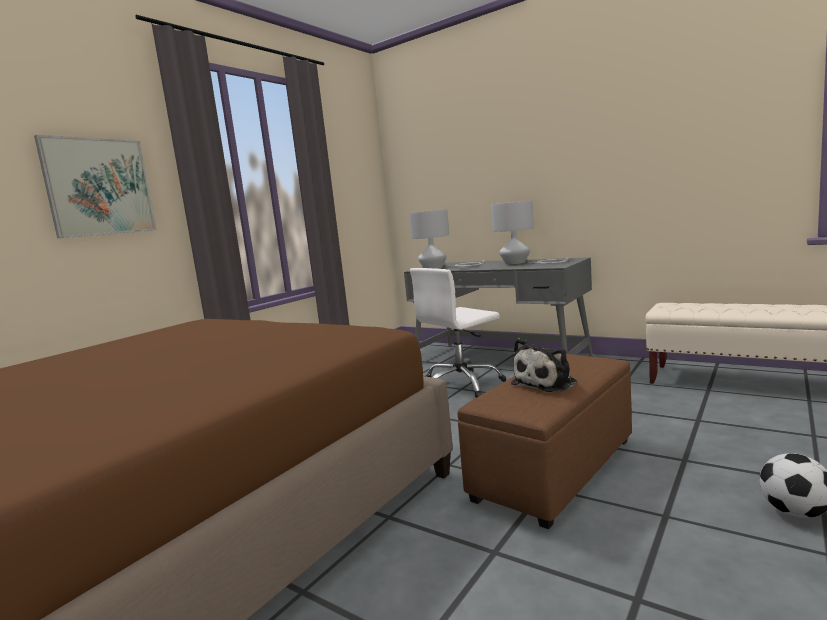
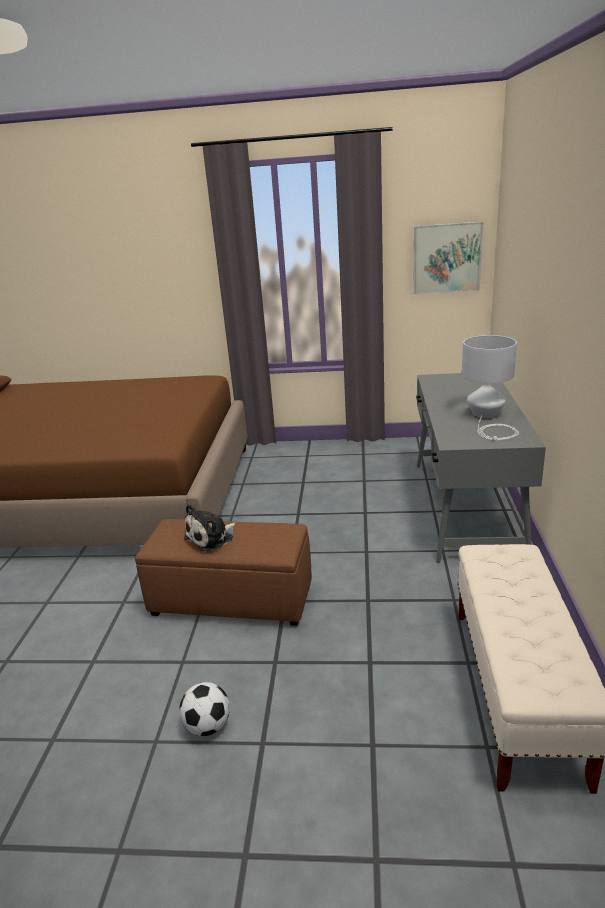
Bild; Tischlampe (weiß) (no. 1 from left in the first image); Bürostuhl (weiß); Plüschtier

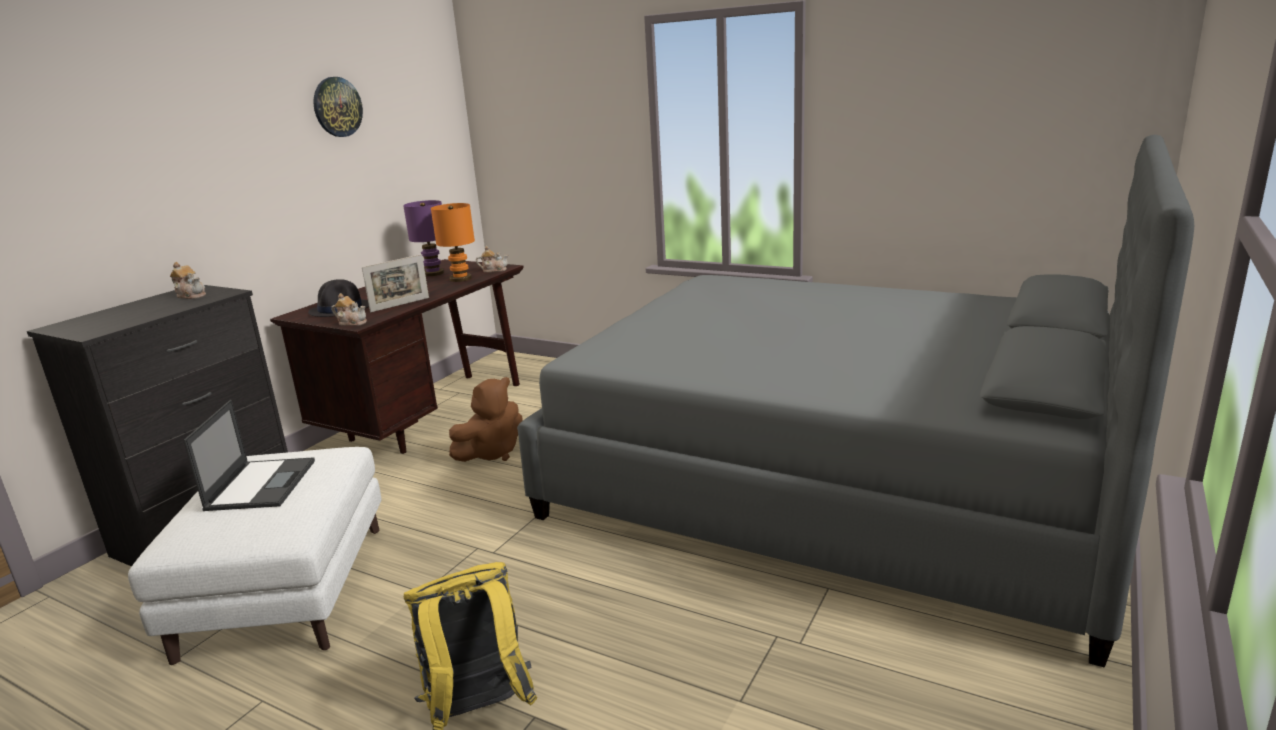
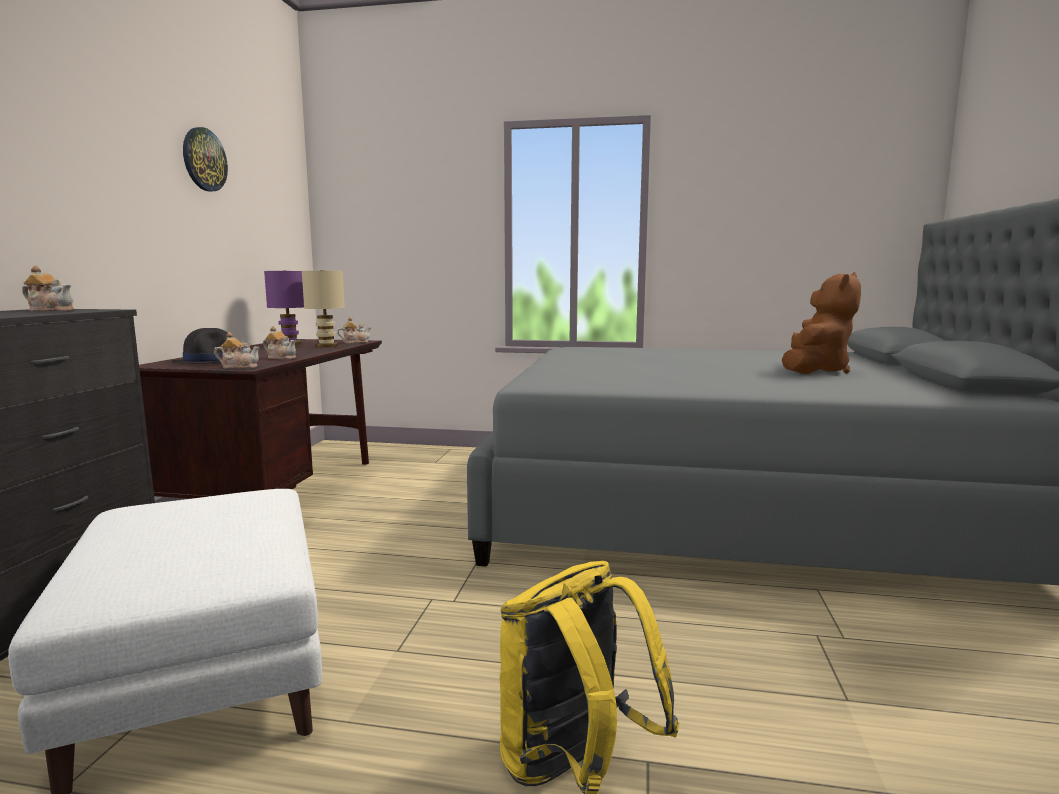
Laptop; Teekanne (no. 3 from left); Tischlampe (beige); Plüschtier (braun)

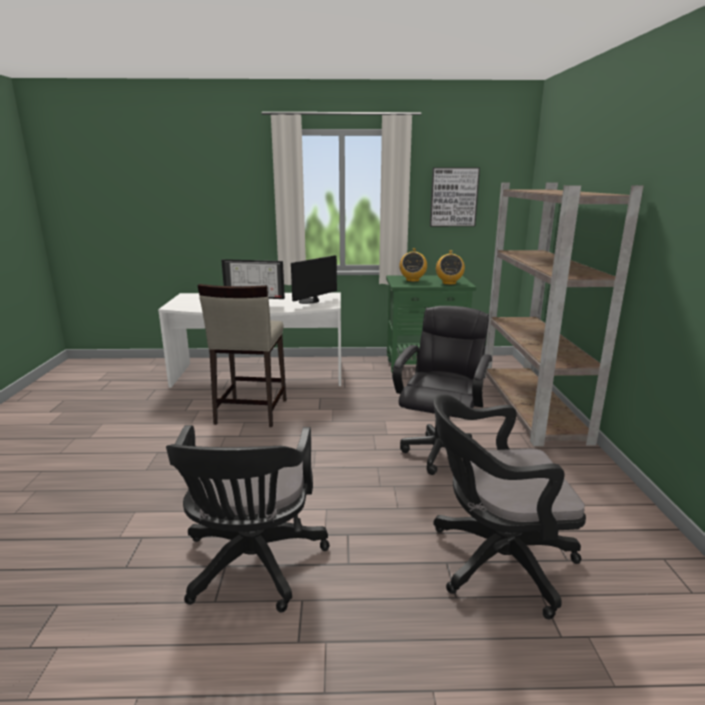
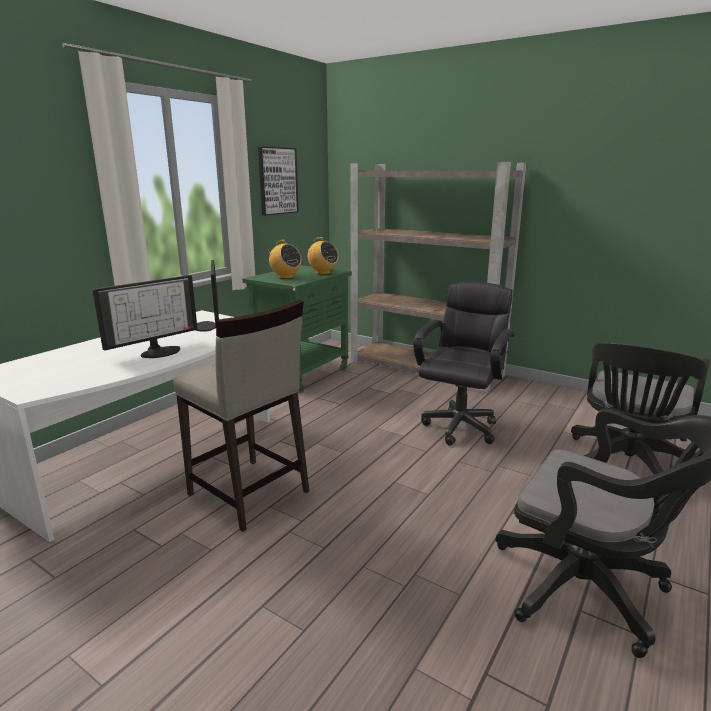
Bürostuhl (schwarz) (no. 1 from left)

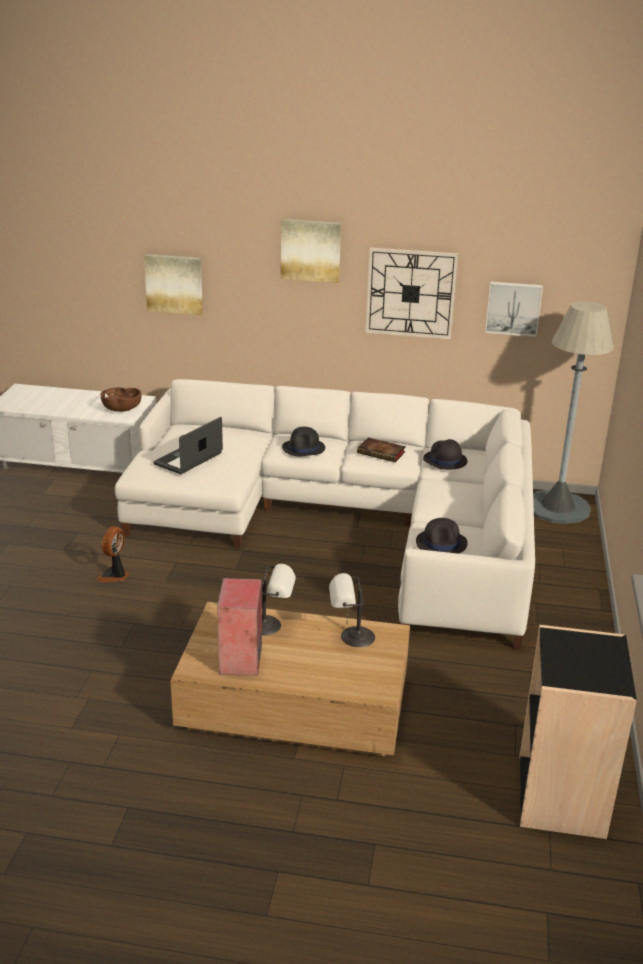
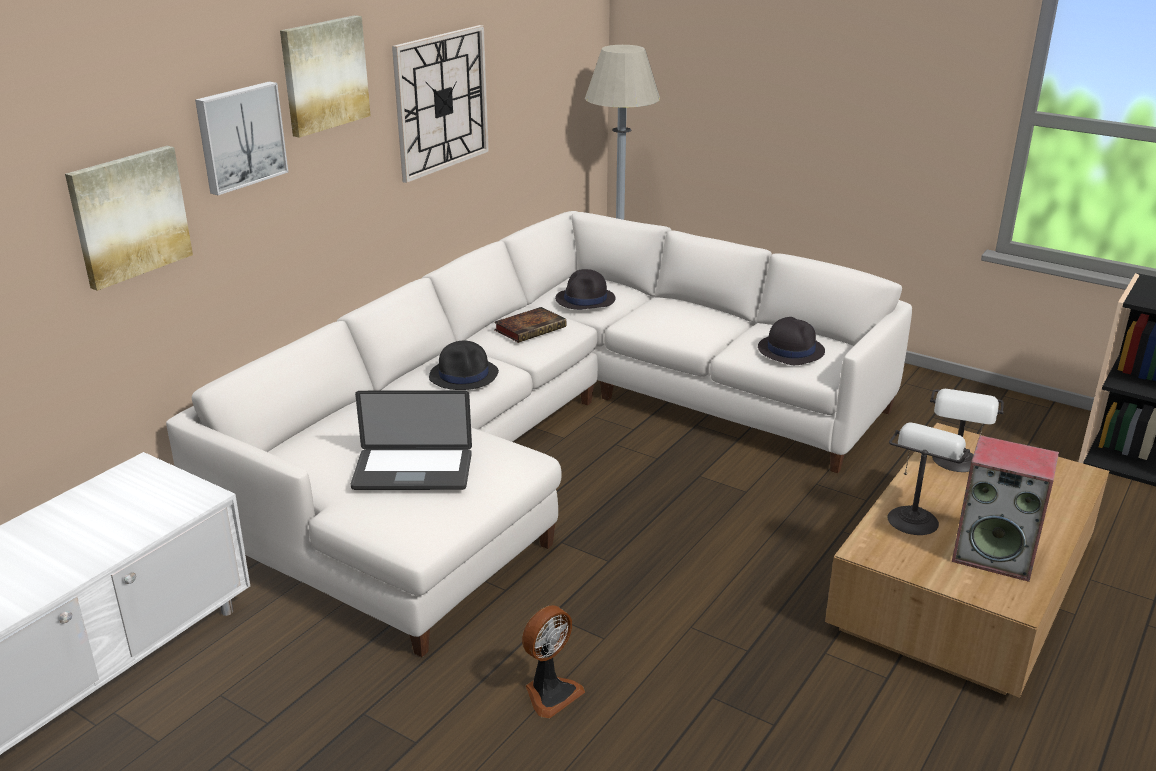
Ventilator; Schüssel (braun); Laptop; Bild (no. 2 from left)

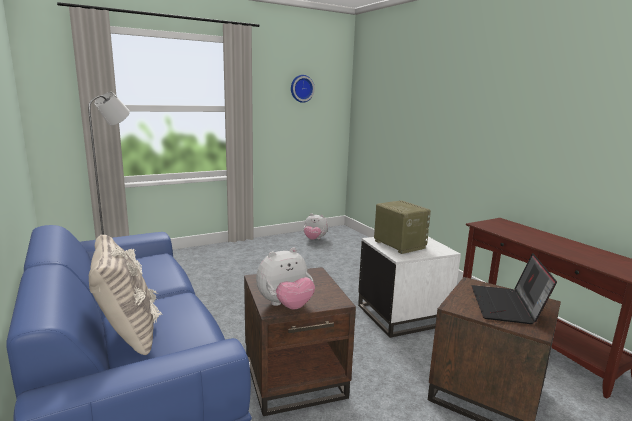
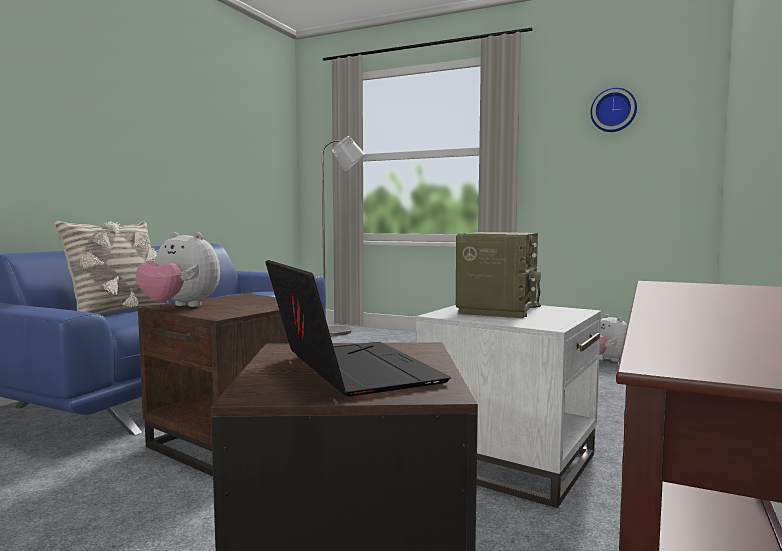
Laptop

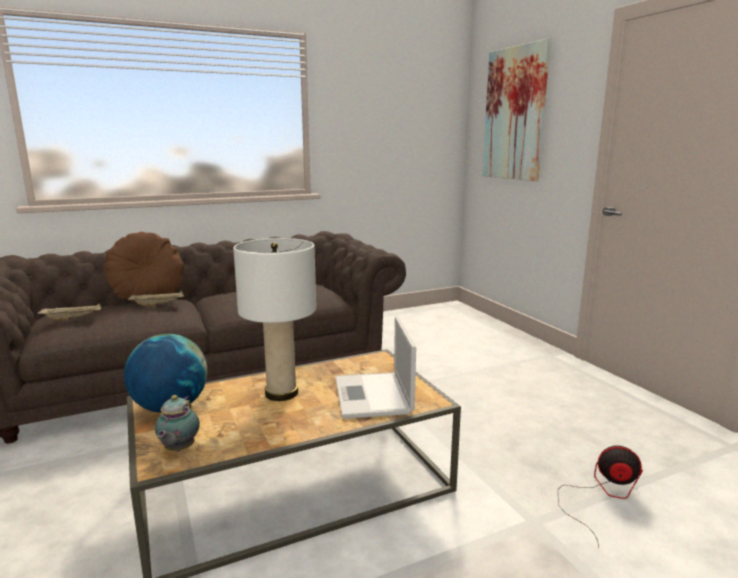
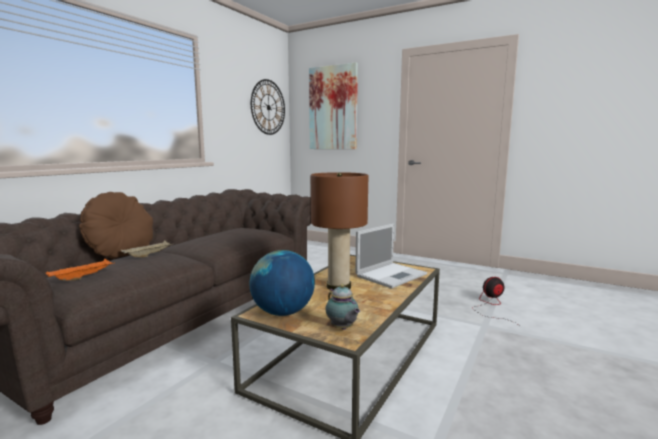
Tablett (orange); Tischlampe (braun); Laptop; Wanduhr

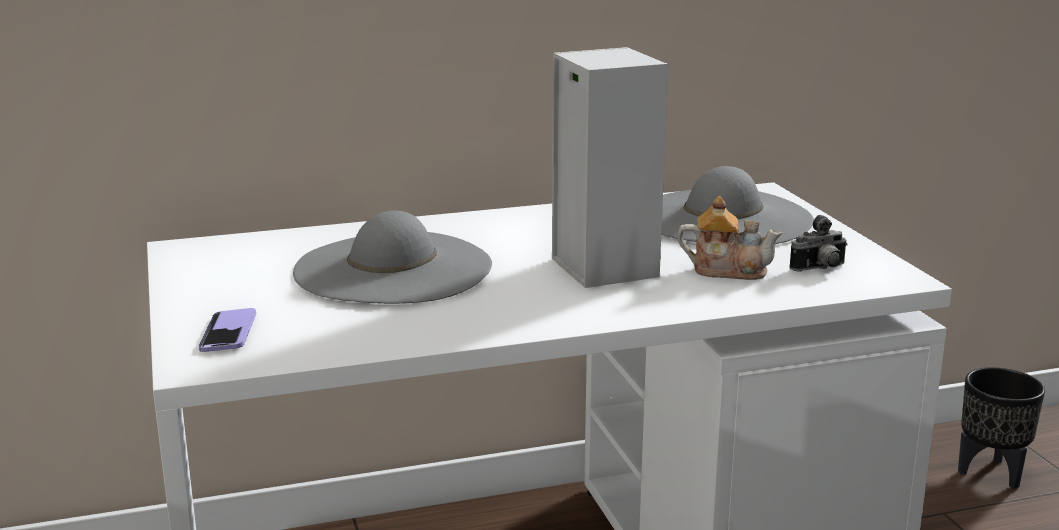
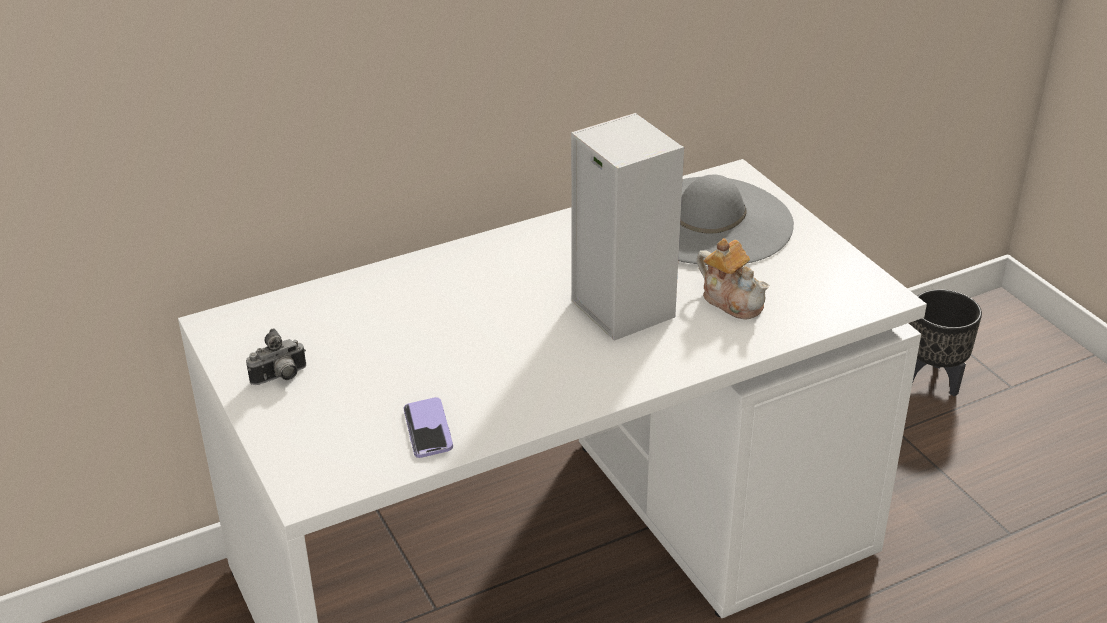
Handy; Hut (grau) (no. 1 from left in the first image); Teekanne; Kamera

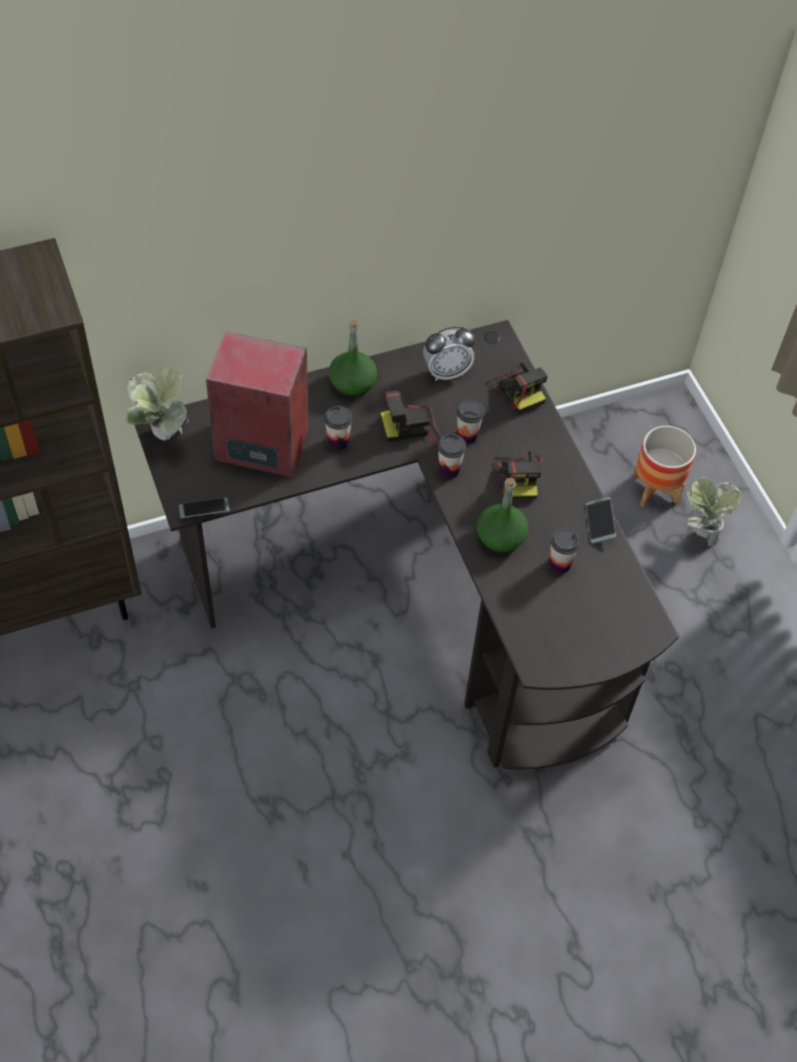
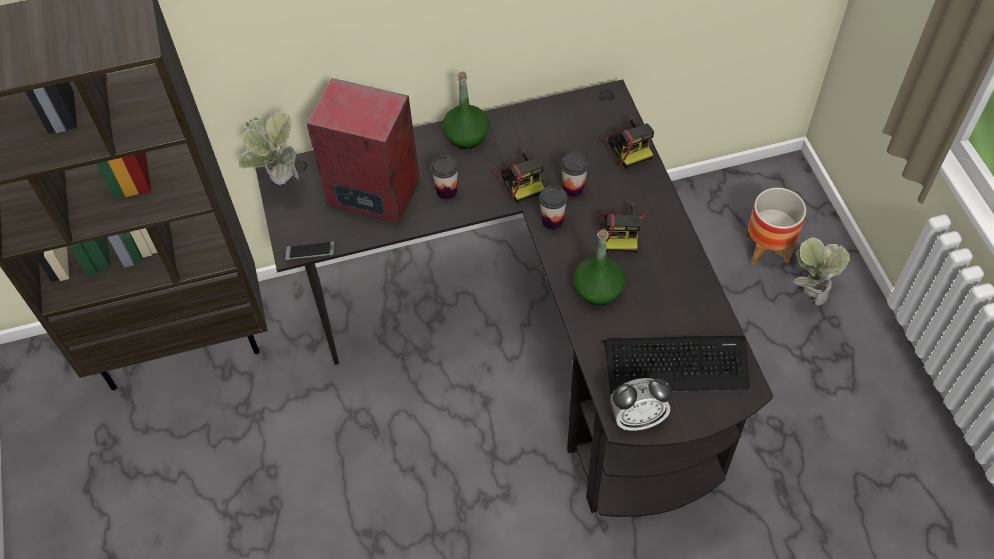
Kamera (no. 1 from left); Wecker; Tasse (no. 4 from left in the first image); Handy (no. 2 from left in the first image); Tastatur

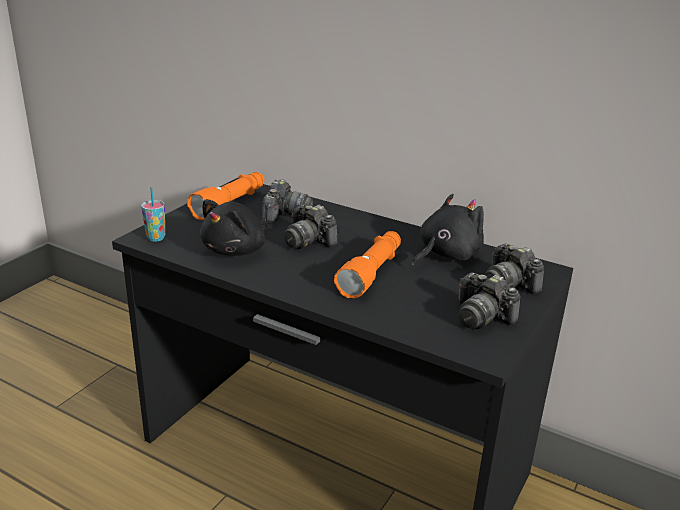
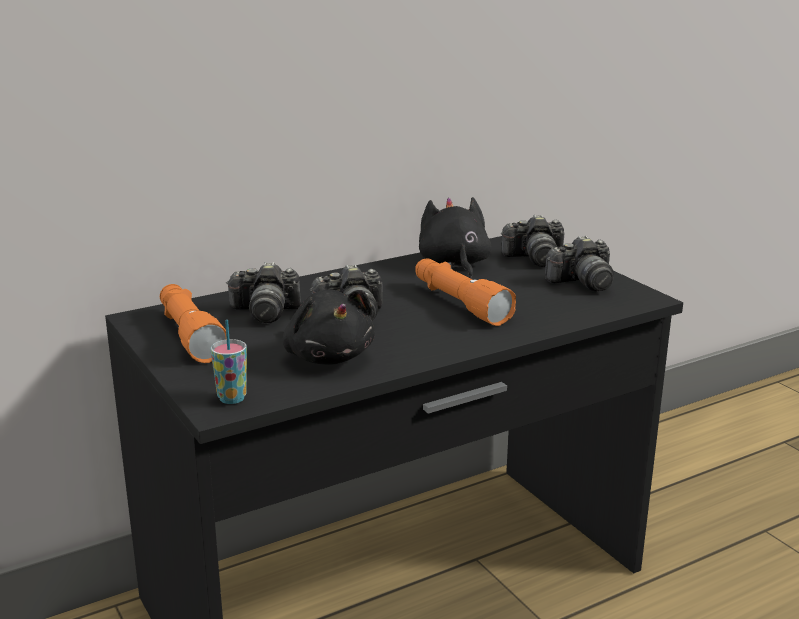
Kamera (no. 1 from left)

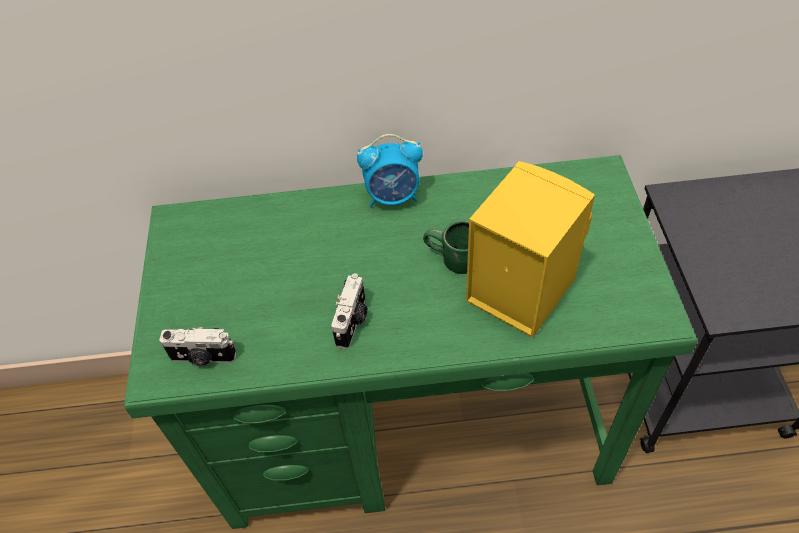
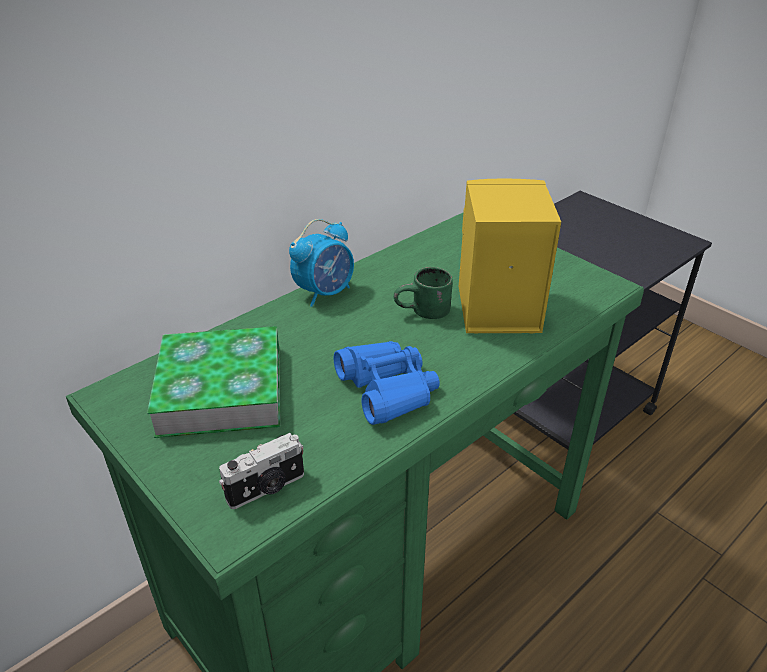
Fernglas (blau); Buch

